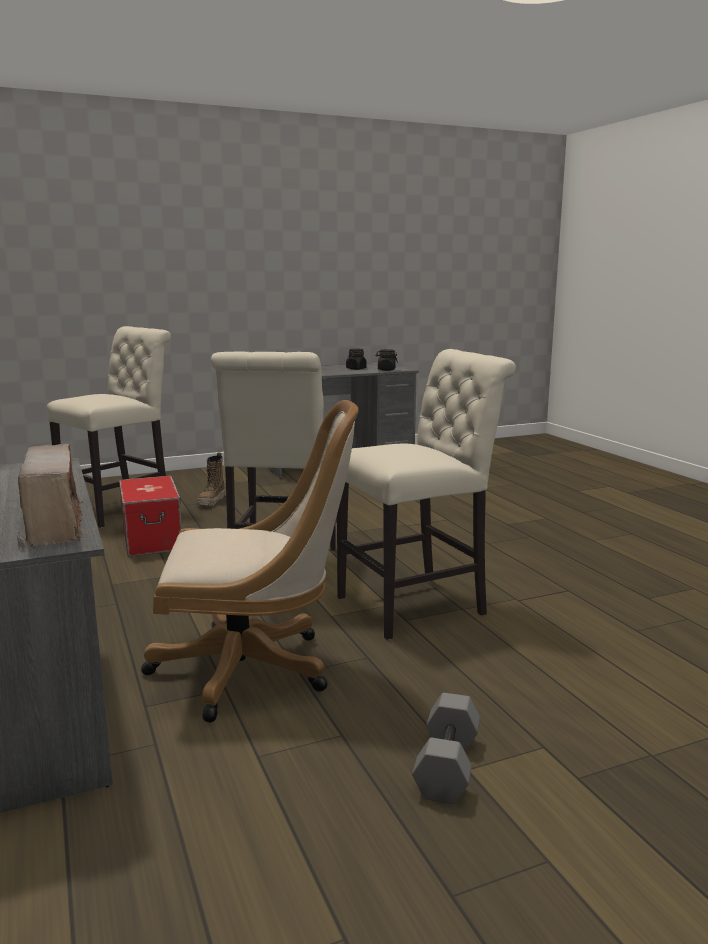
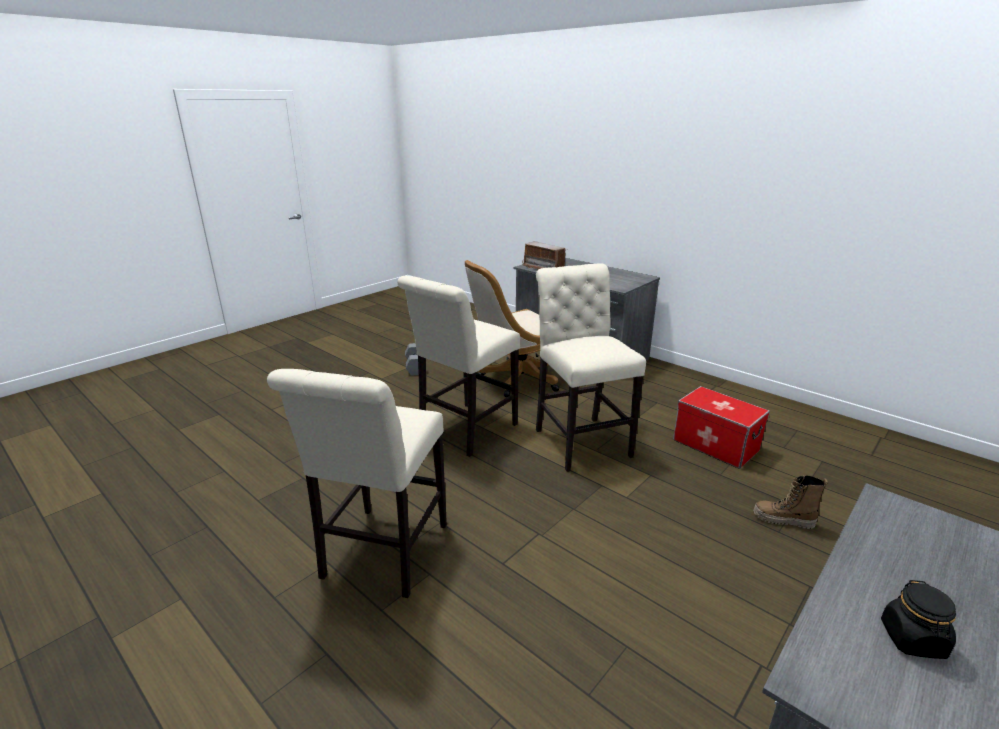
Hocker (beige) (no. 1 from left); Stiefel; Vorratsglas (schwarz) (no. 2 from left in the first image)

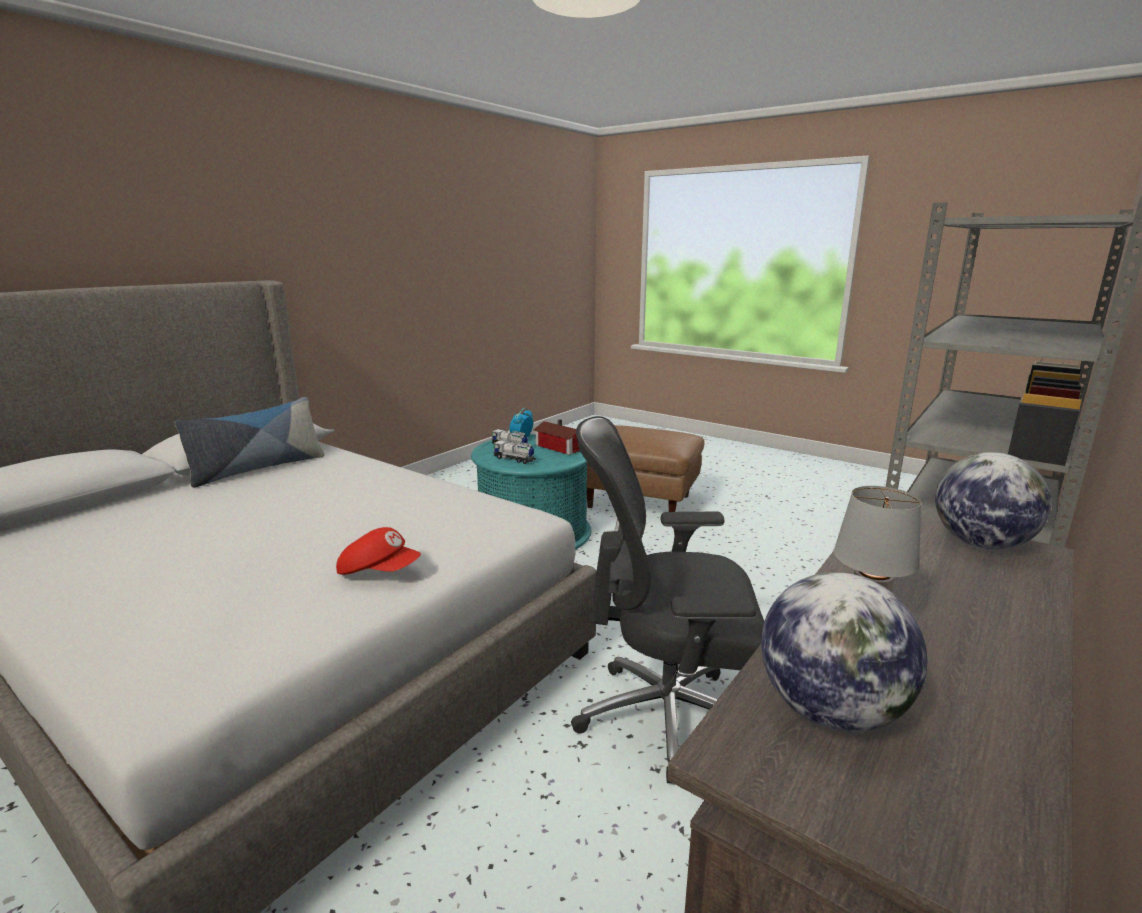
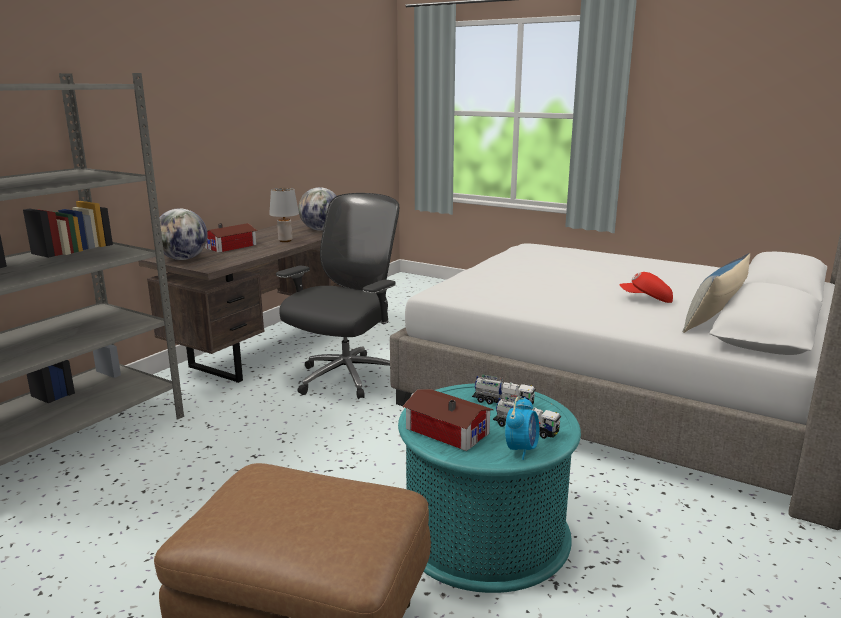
Kappe (rot); Bürostuhl; Spielzeughaus (no. 1 from left)

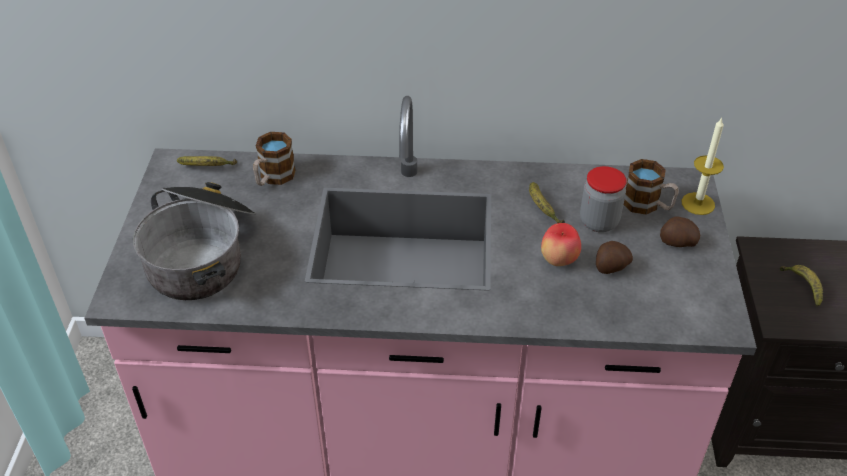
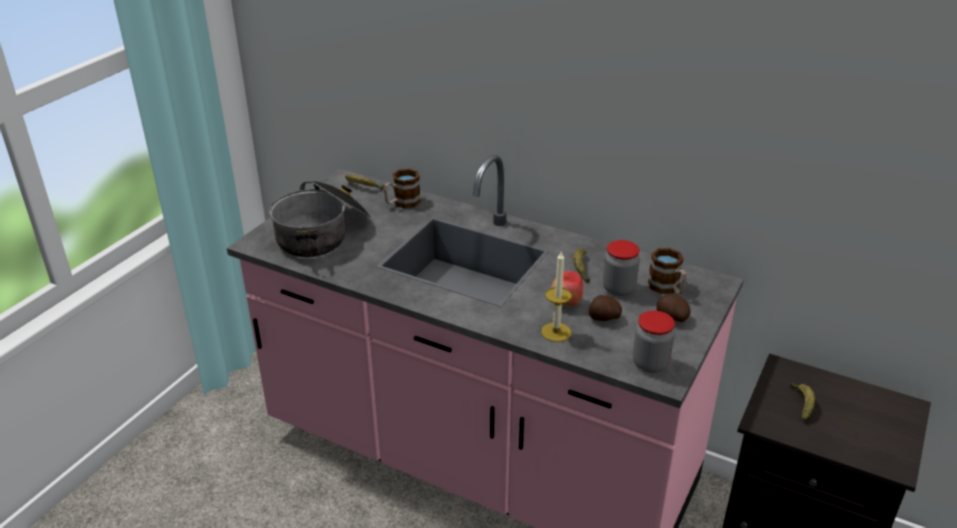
Kerze; Vorratsglas (no. 2 from left)

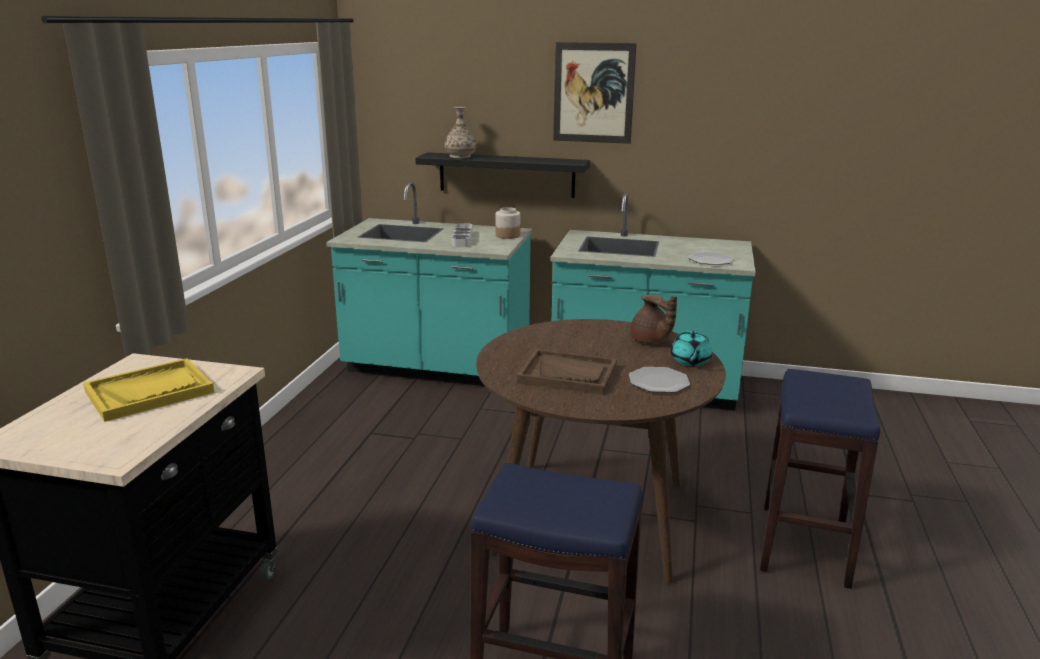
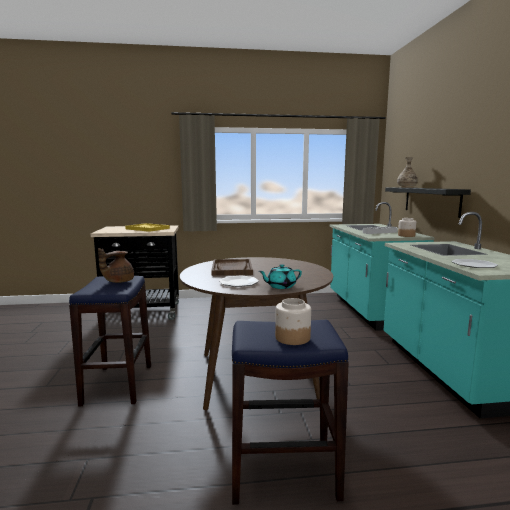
Bild; Teekanne (braun); Vorratsglas (no. 1 from left)

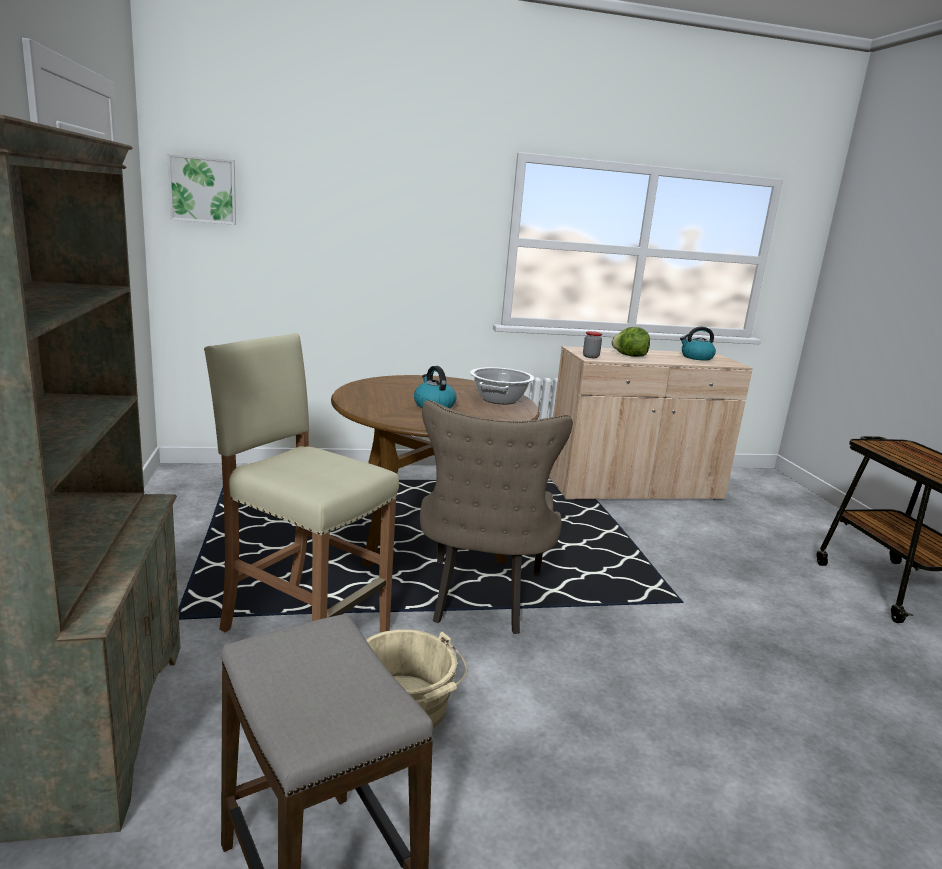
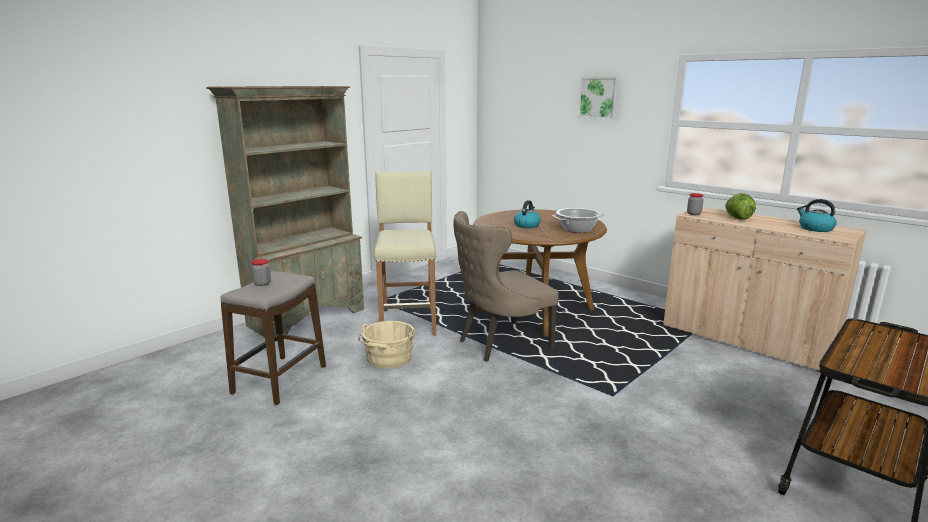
Bild; Vorratsglas (no. 1 from left)

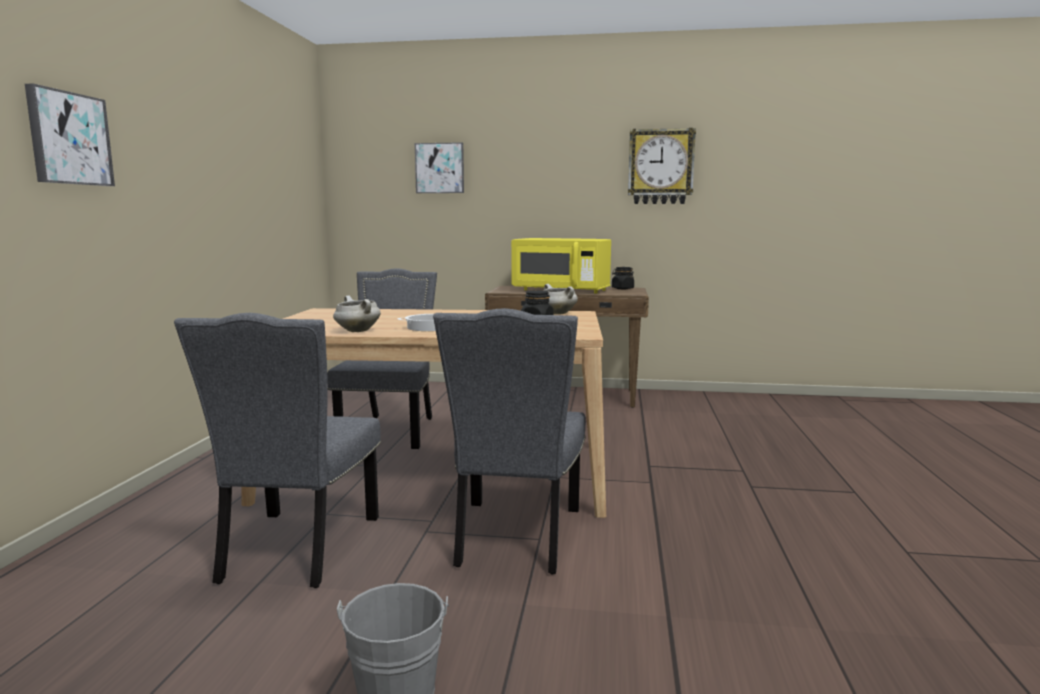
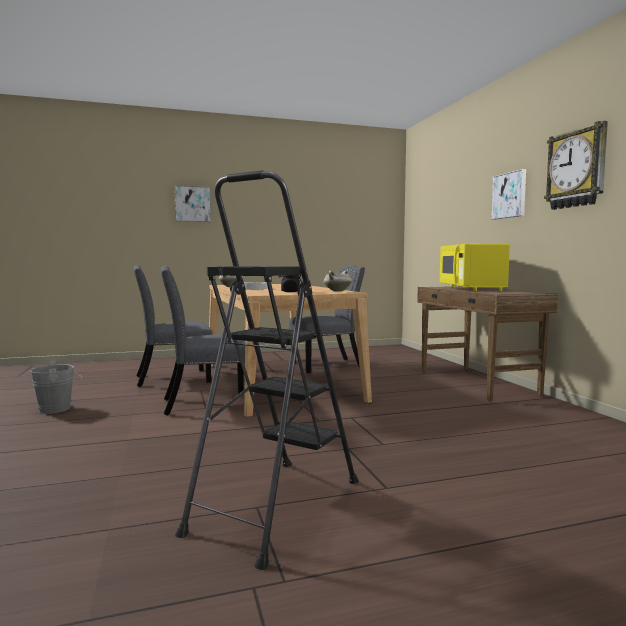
Bild (no. 2 from left); Vorratsglas (schwarz) (no. 2 from left in the first image); Trittleiter

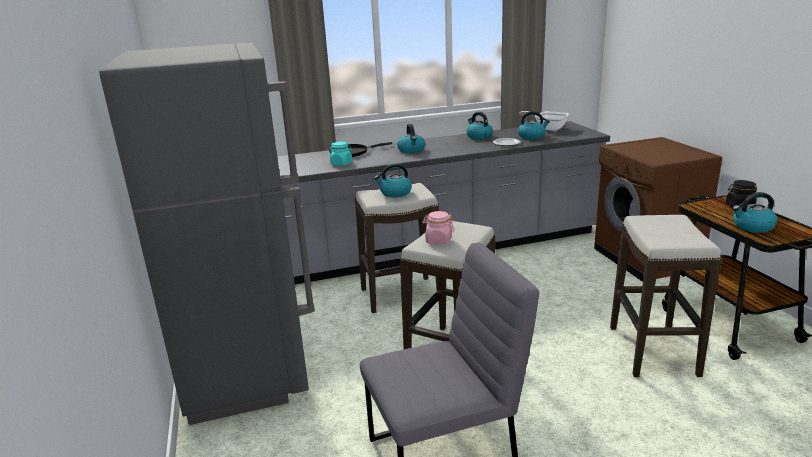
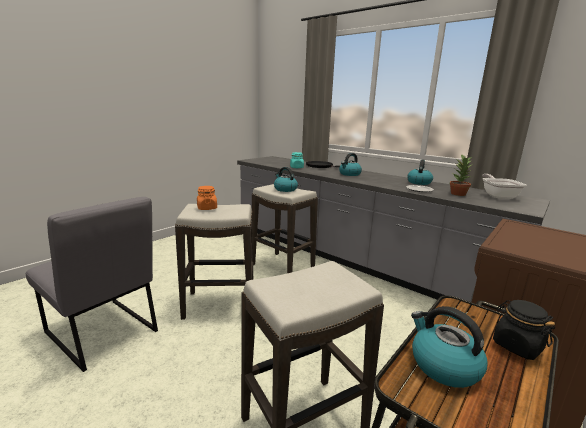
Kühlschrank (grau); Vorratsglas (orange); Topfpflanze

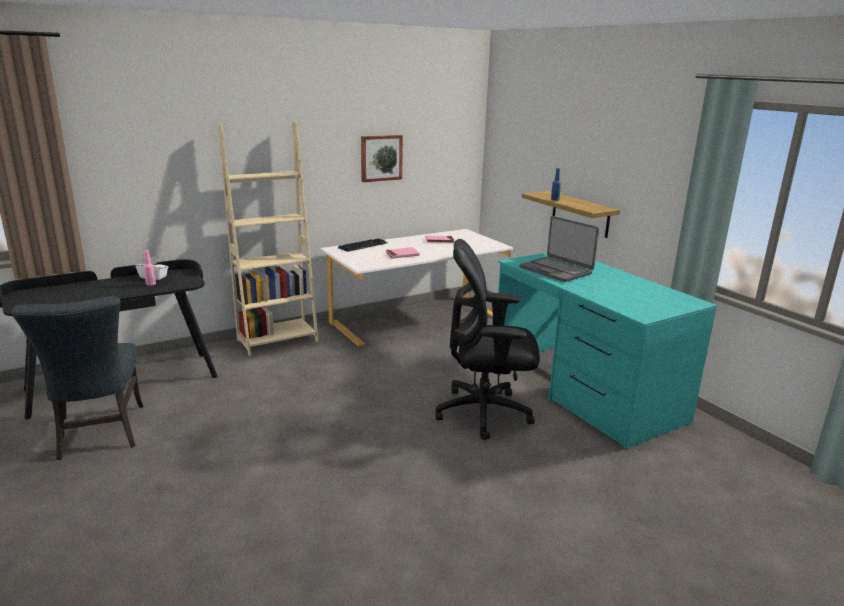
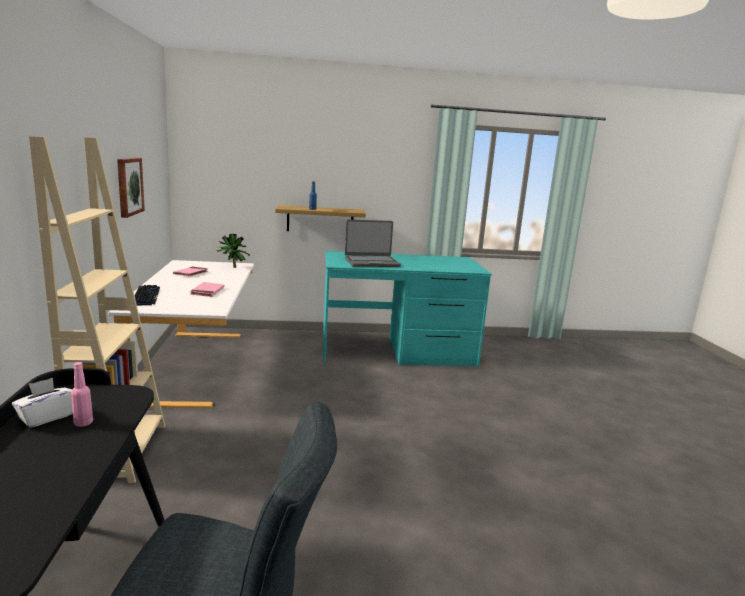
Bürostuhl (schwarz); Topfpflanze

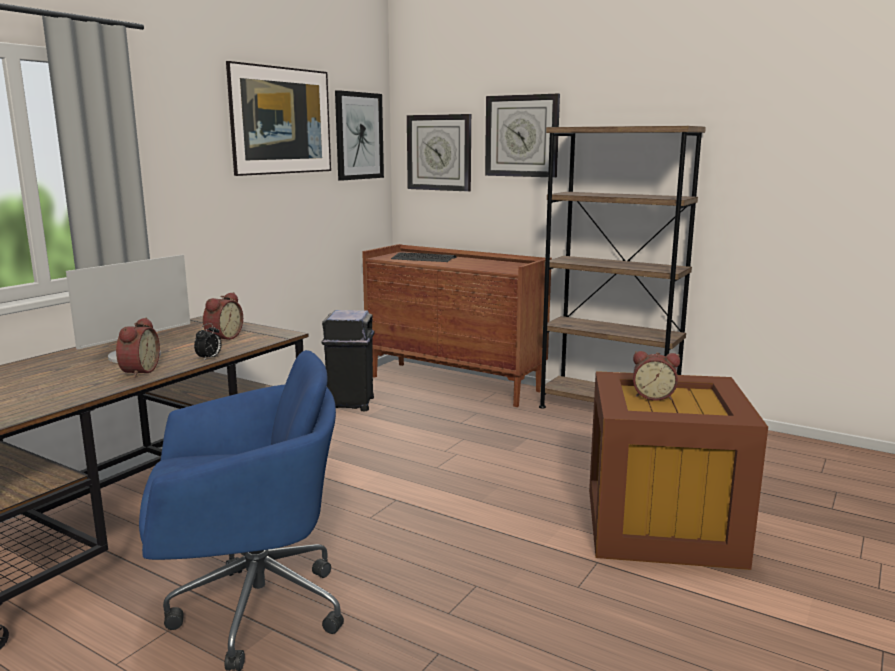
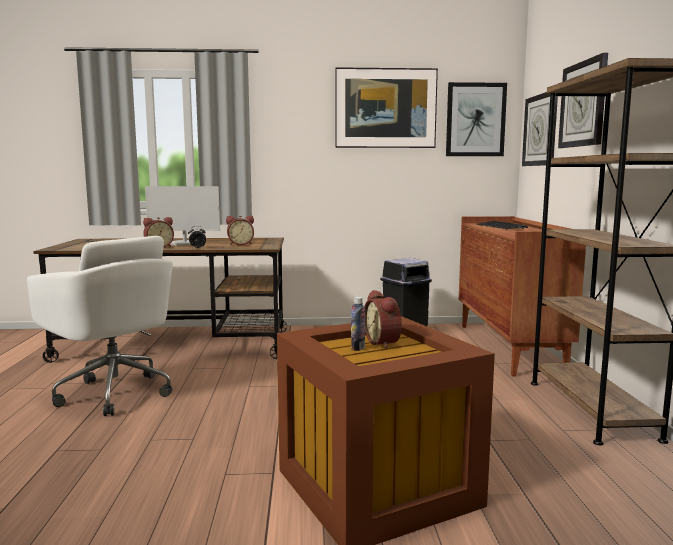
Bürostuhl (weiß); Flasche

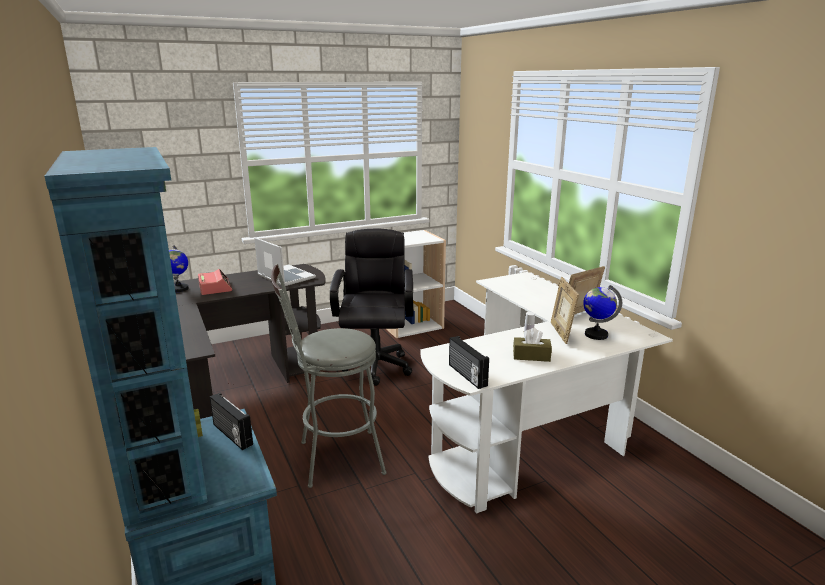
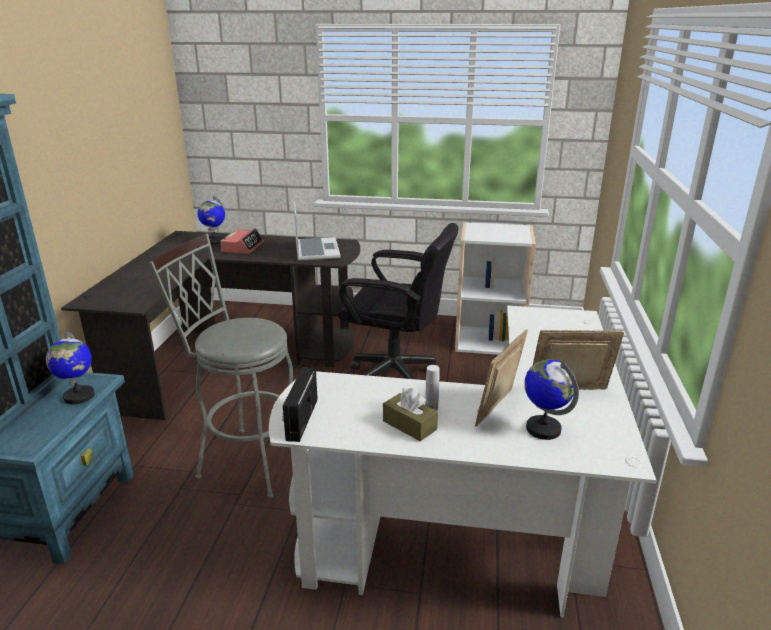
Globus (no. 1 from left); Bürostuhl (schwarz)

